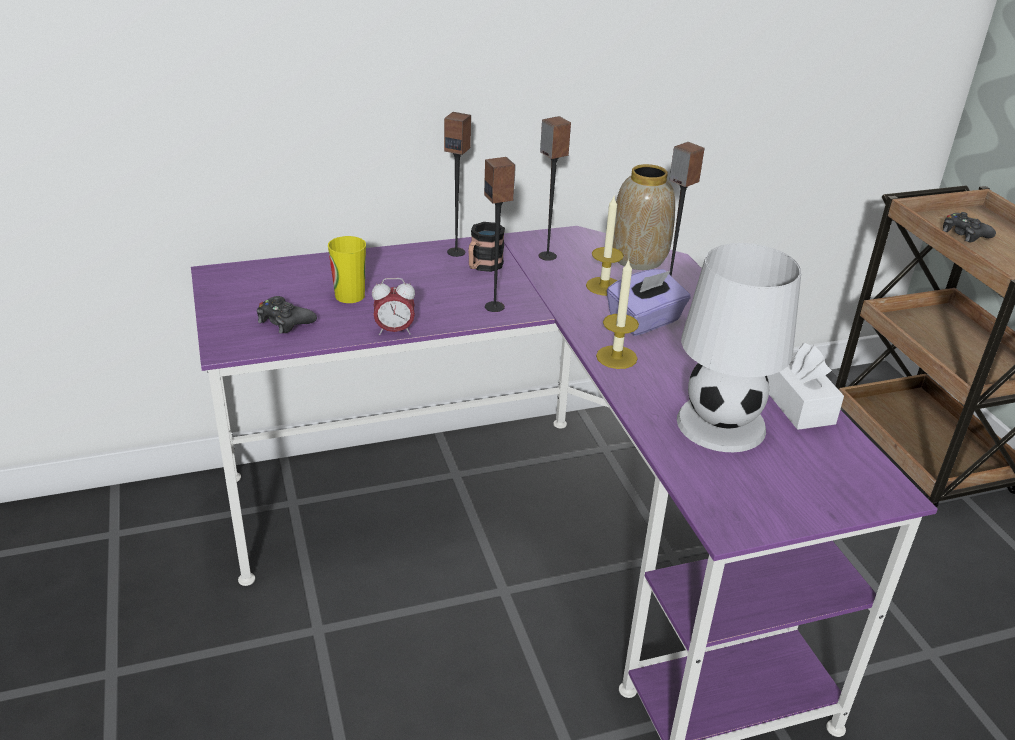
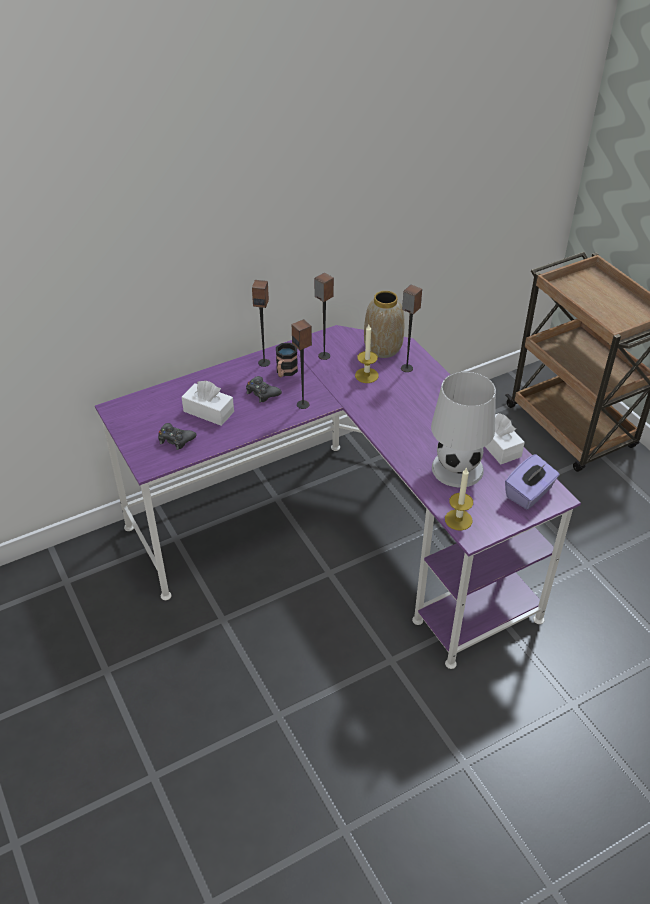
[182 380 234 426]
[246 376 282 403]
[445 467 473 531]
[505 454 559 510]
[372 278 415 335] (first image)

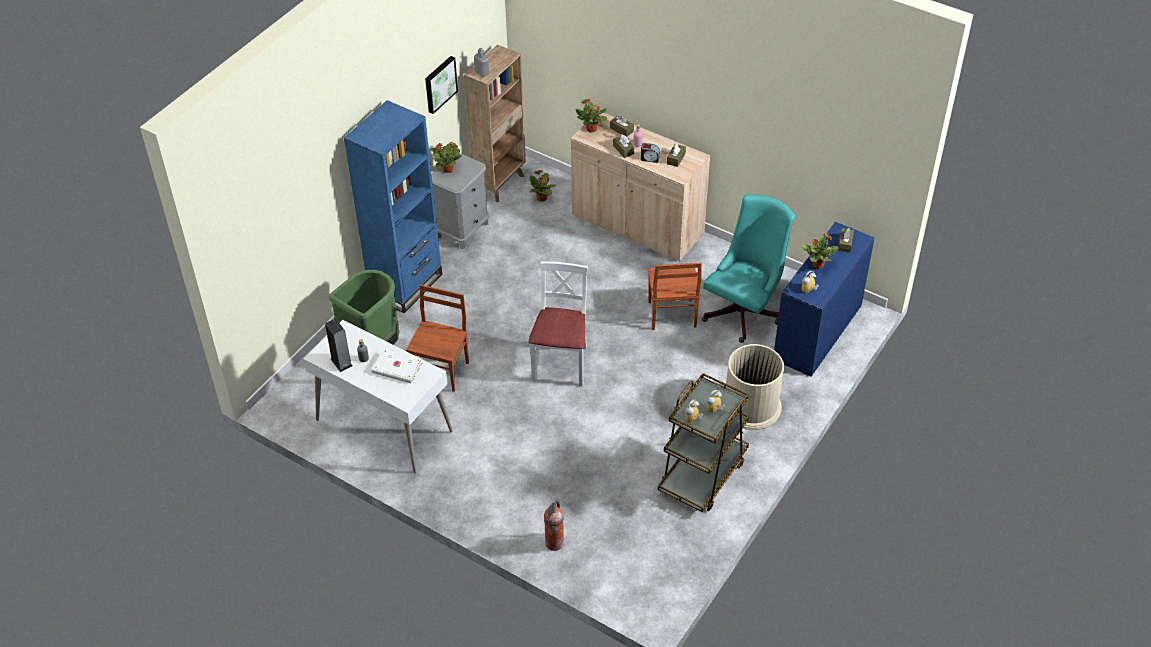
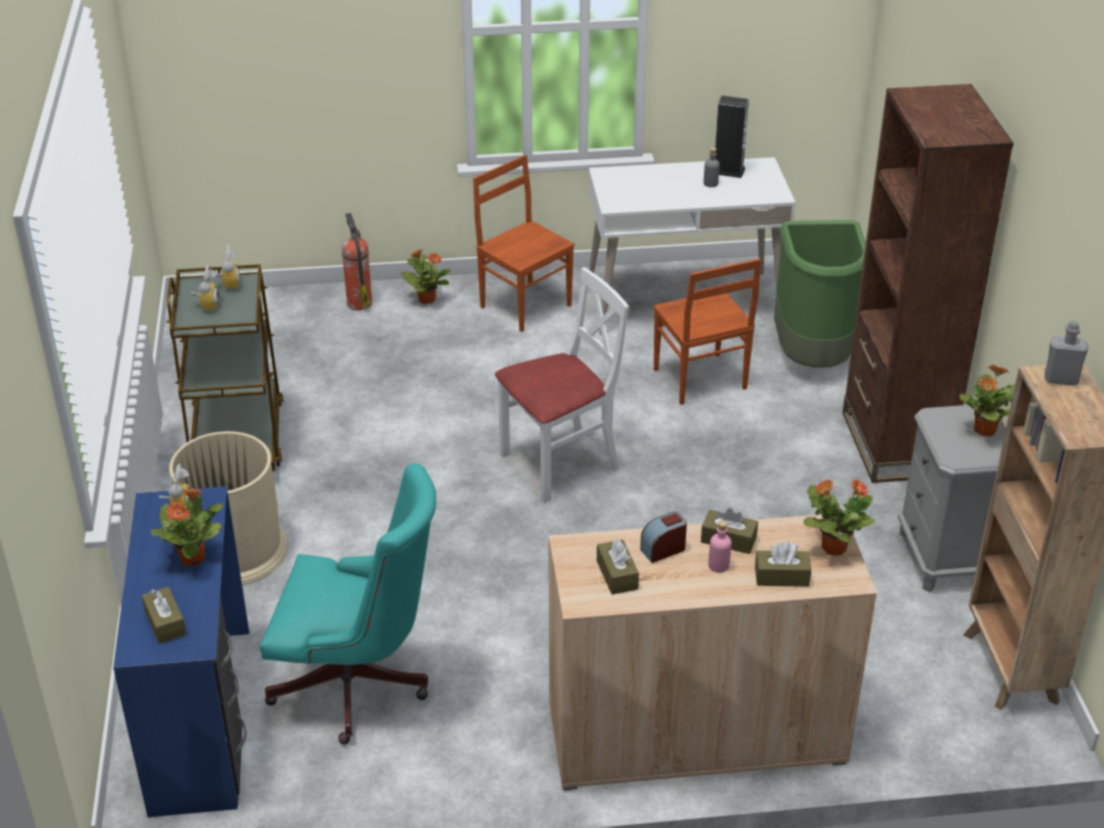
[260 463 436 744]
[401 249 451 304]
[473 155 575 332]
[495 267 629 503]
[842 84 1014 483]
[371 349 423 383] (first image)
[425 56 458 114] (first image)

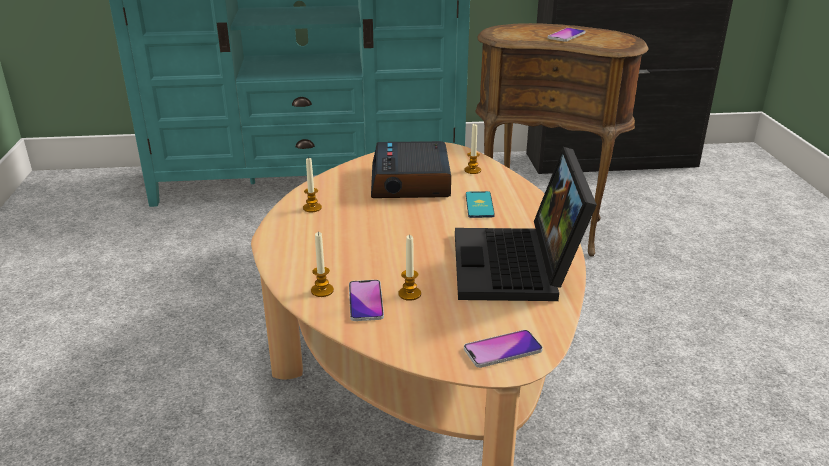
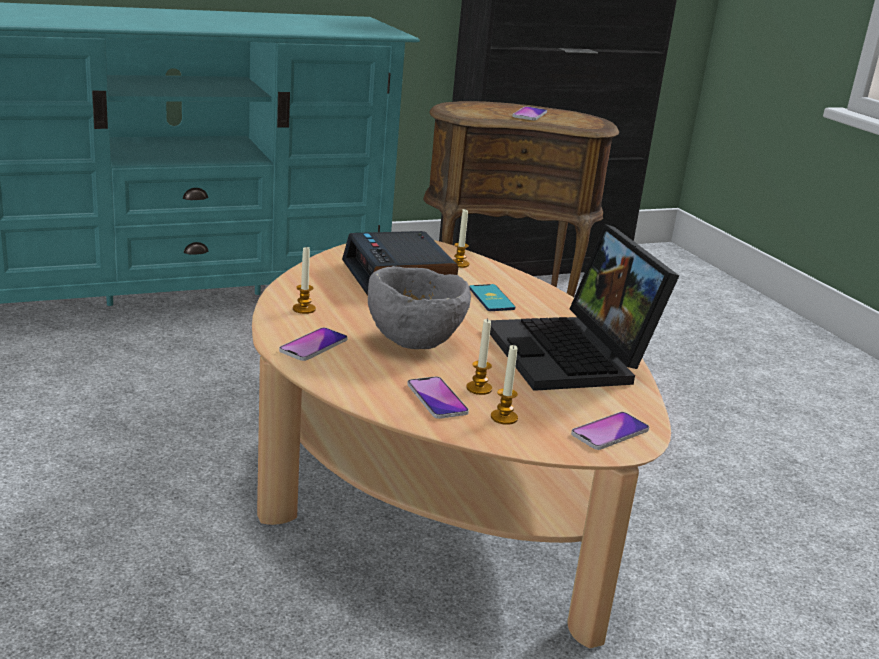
[279 327 348 361]
[368 266 471 349]
[491 345 518 425]

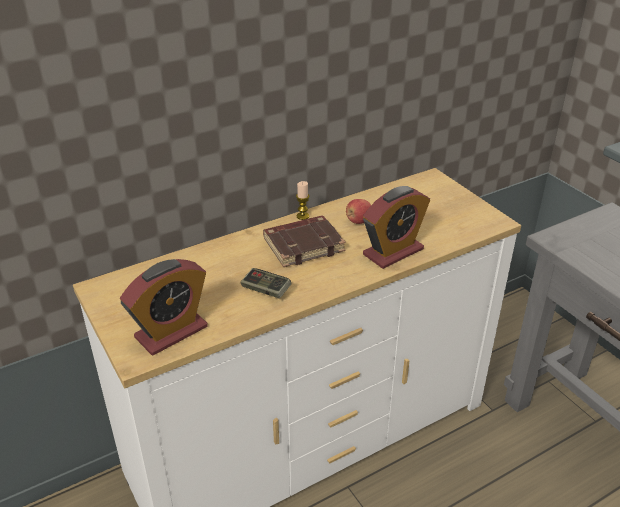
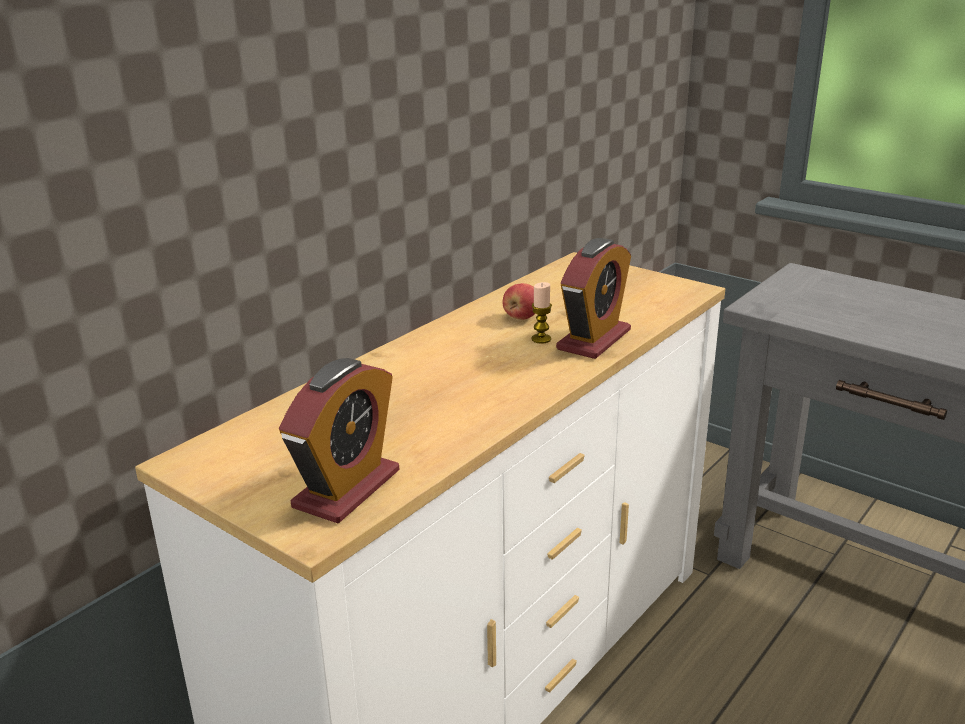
[531 282 552 344]
[241 268 292 298] (first image)
[263 215 346 267] (first image)

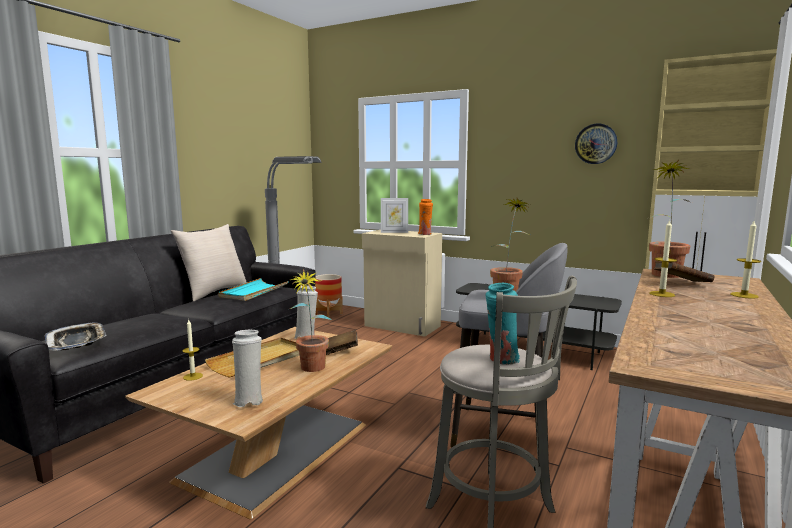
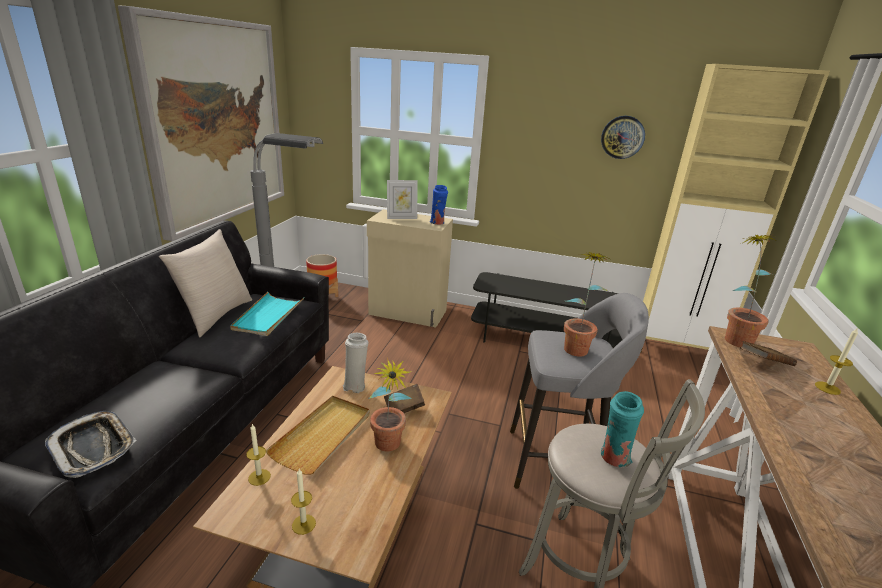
[118 5 284 241]
[291 469 316 535]
[430 185 448 225]
[232 330 263 407] (first image)

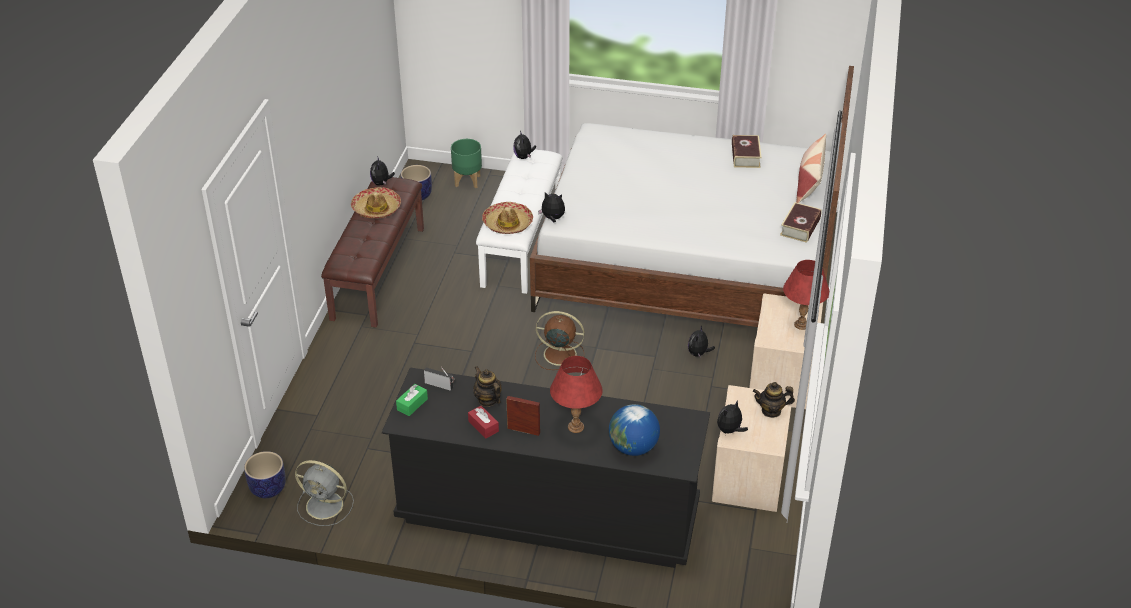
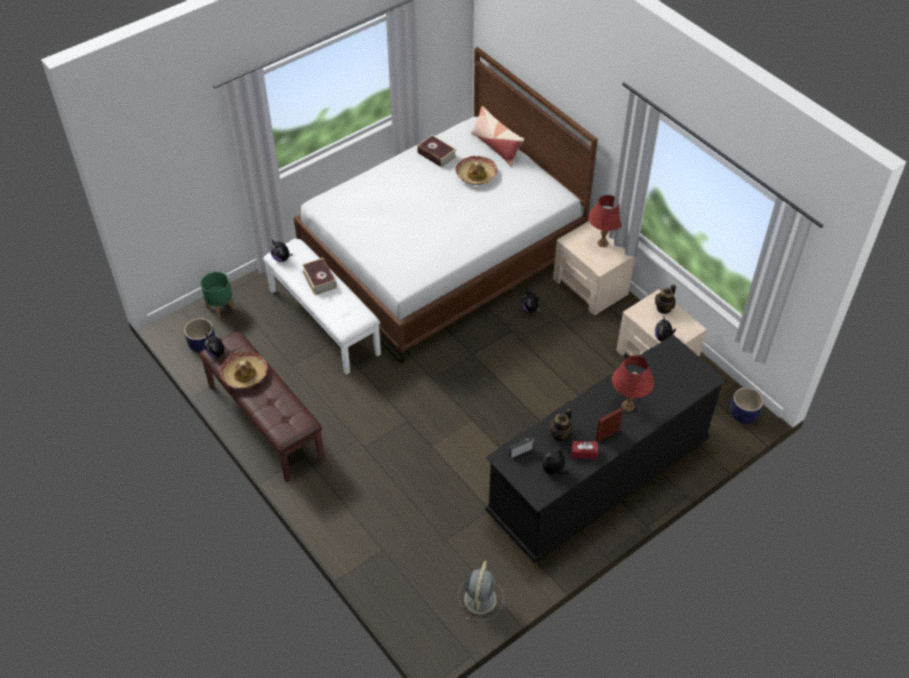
[301 258 337 295]
[455 156 497 185]
[458 561 504 621]
[543 448 569 476]
[549 408 573 442]
[730 387 764 424]
[396 384 428 416] (first image)
[535 311 585 370] (first image)
[609 404 660 456] (first image)

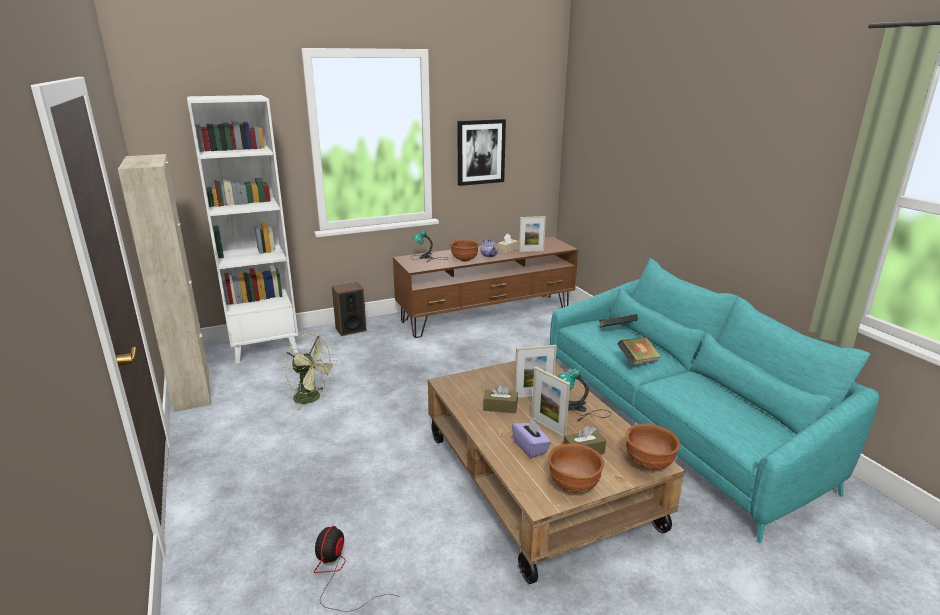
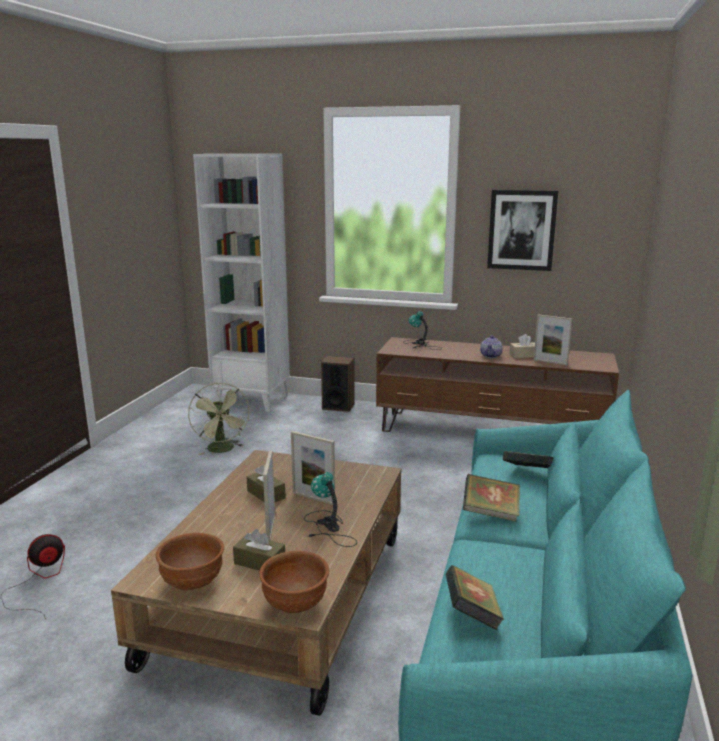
[445 565 504 630]
[118 154 211 412] (first image)
[450 240 479 262] (first image)
[512 418 551 458] (first image)

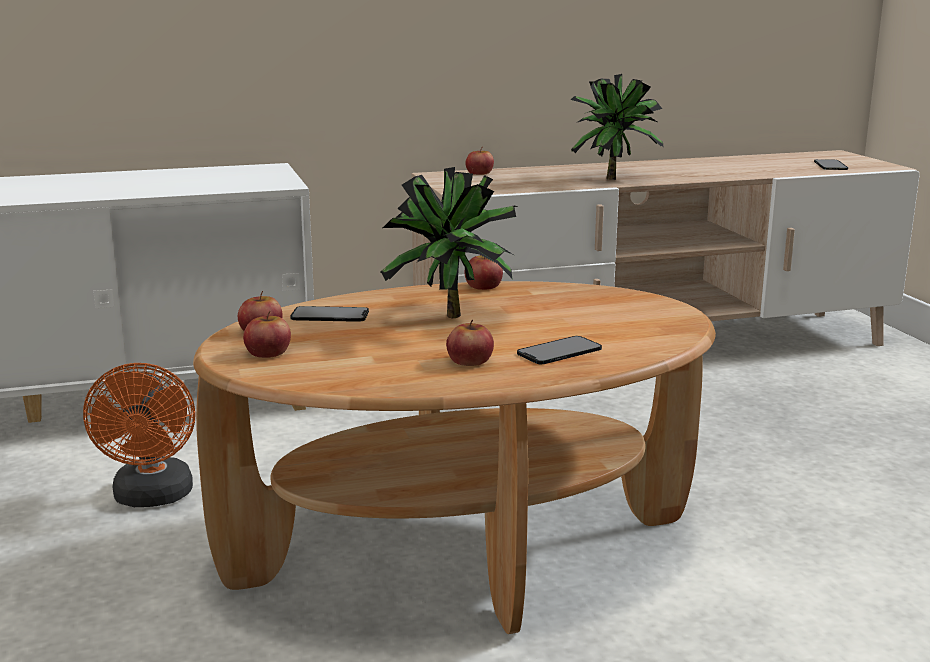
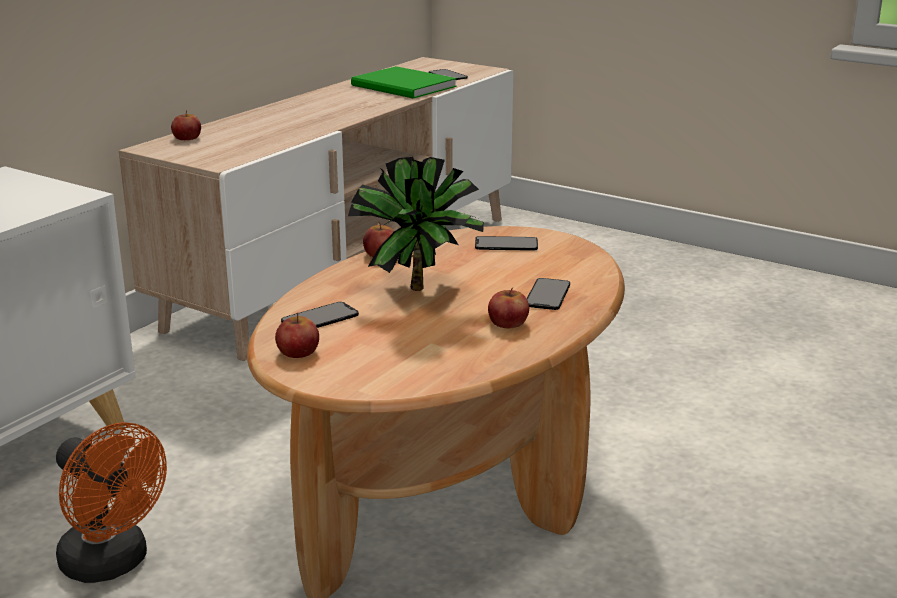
[351 66 457 99]
[475 236 538 251]
[243 311 291 358] (first image)
[570 74 664 180] (first image)

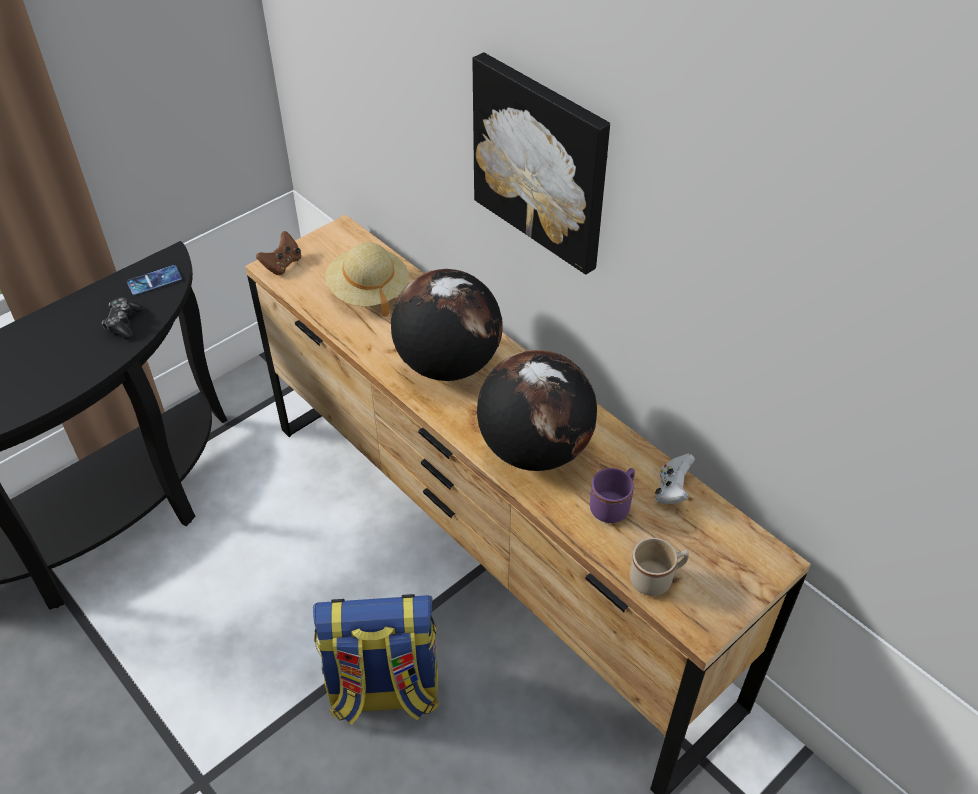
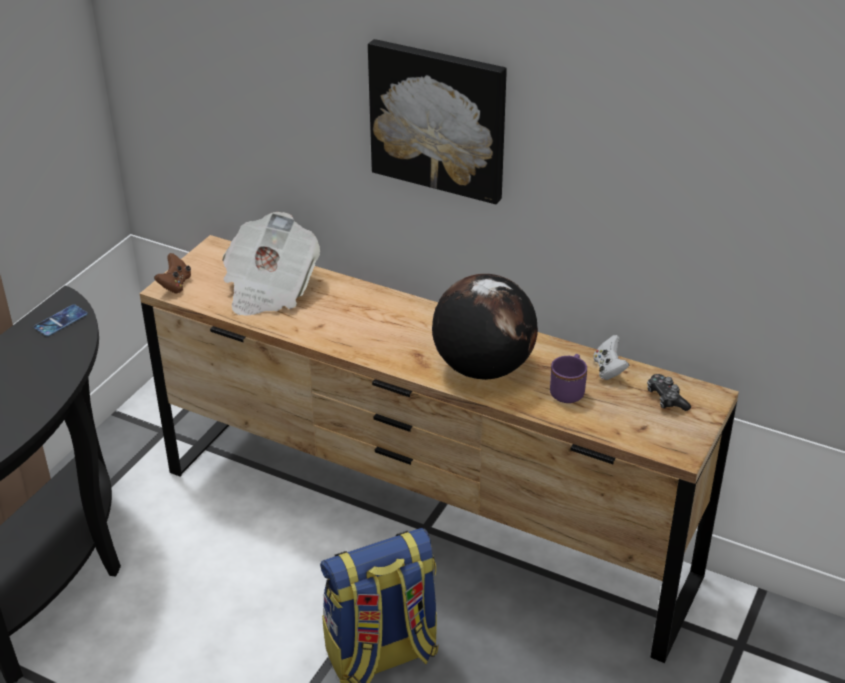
[222 212 320 316]
[647 374 691 411]
[391 269 503 381] (first image)
[630 538 689 596] (first image)

